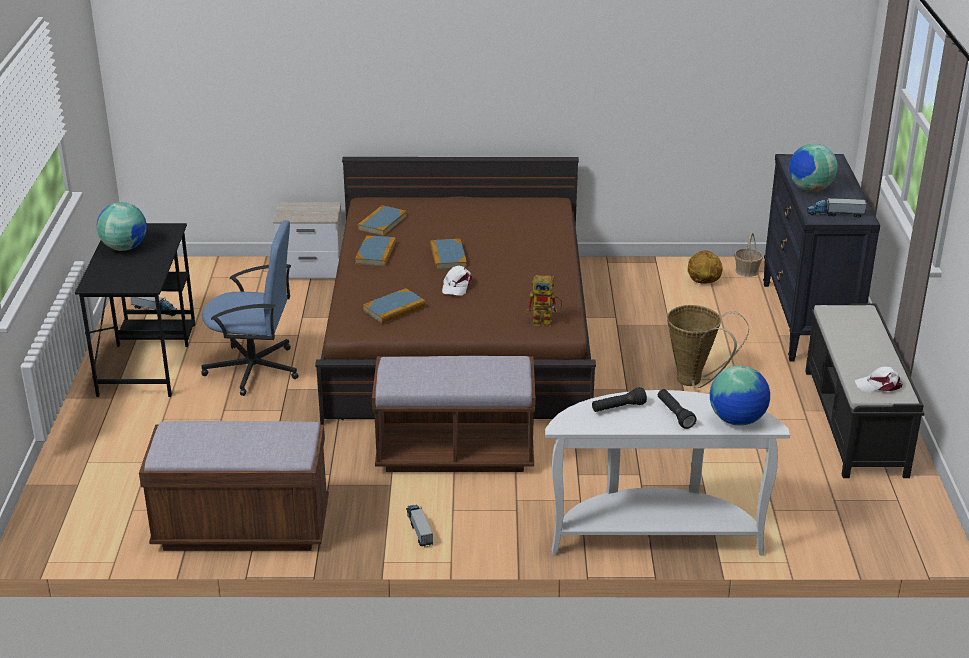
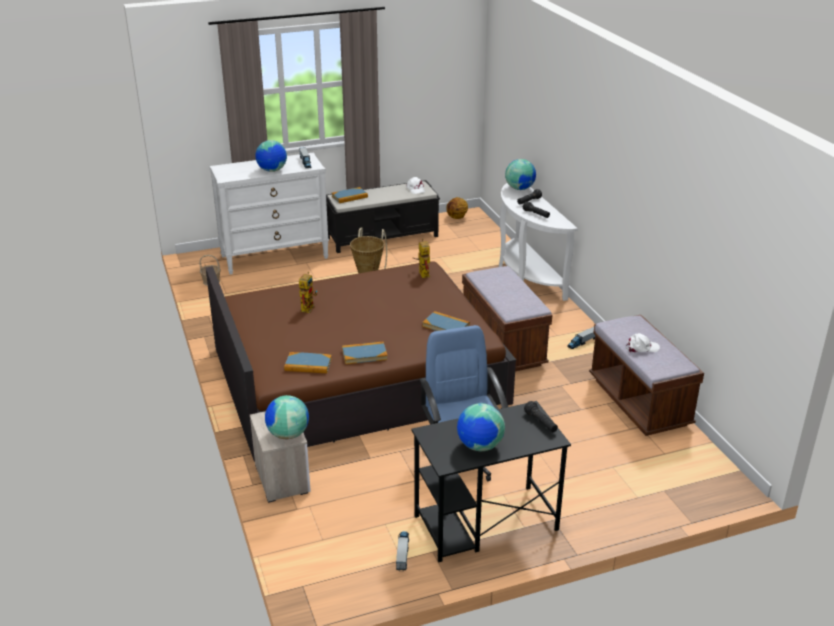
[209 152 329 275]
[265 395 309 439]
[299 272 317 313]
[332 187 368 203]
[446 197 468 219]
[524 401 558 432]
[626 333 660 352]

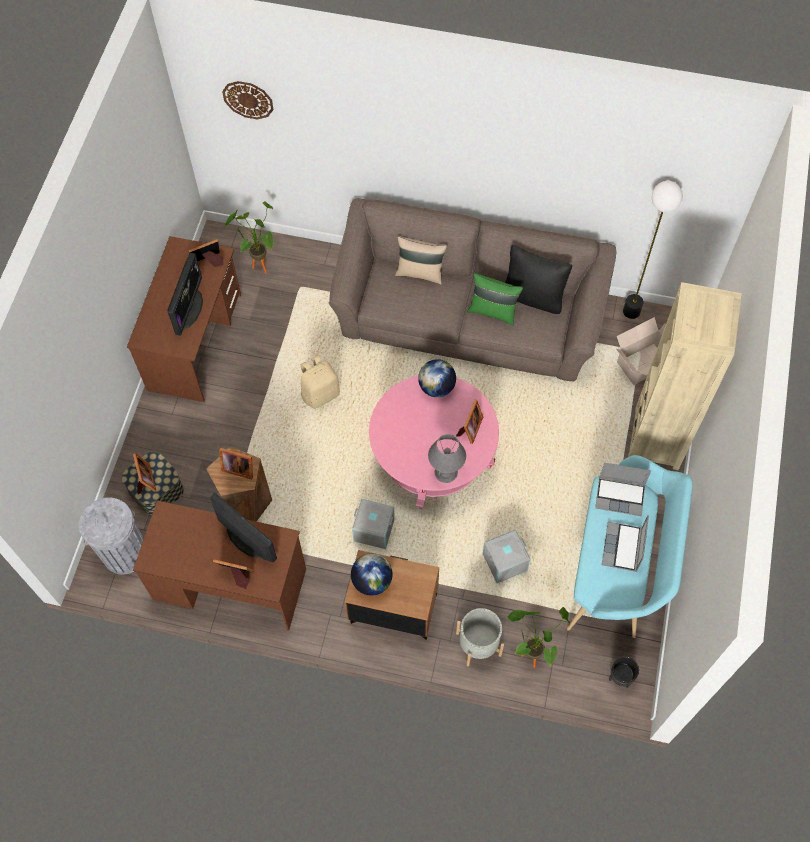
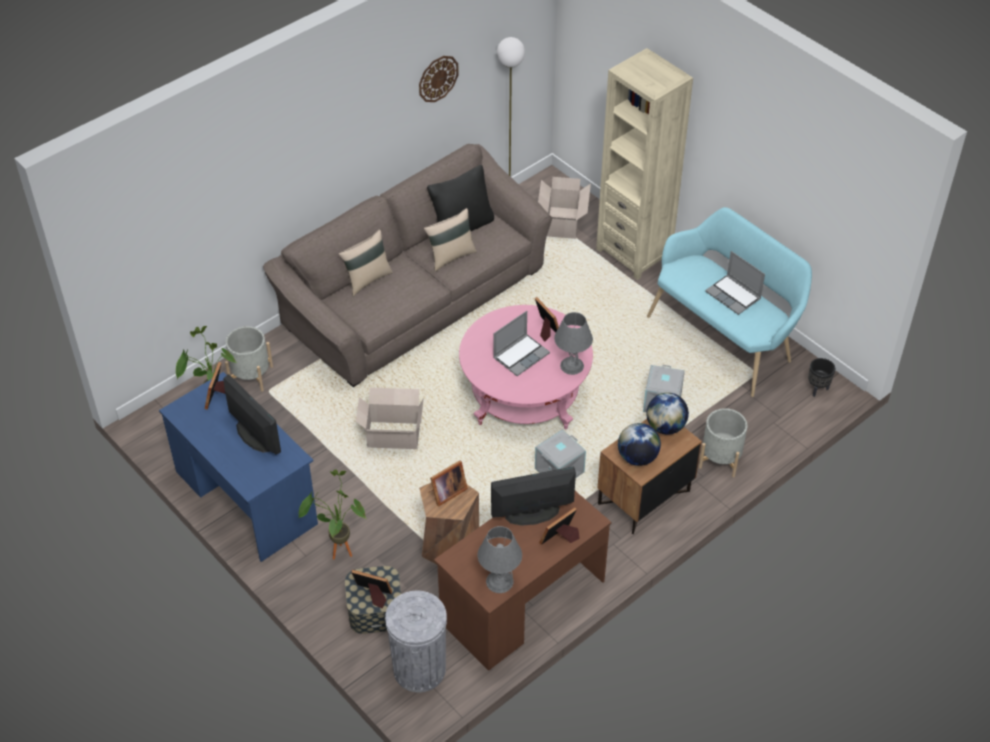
[159 372 318 562]
[225 326 273 392]
[299 469 366 559]
[356 387 424 449]
[419 56 459 102]
[424 208 477 272]
[478 526 522 593]
[493 311 550 376]
[646 393 689 435]

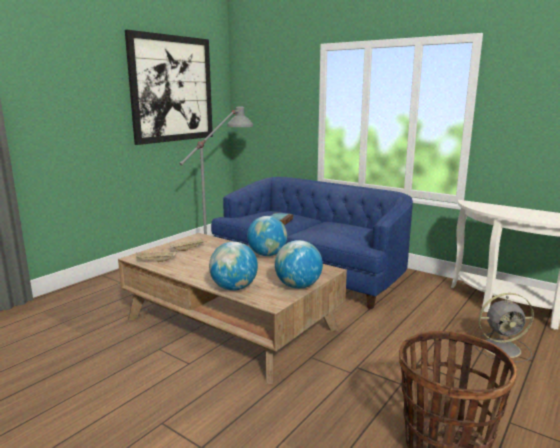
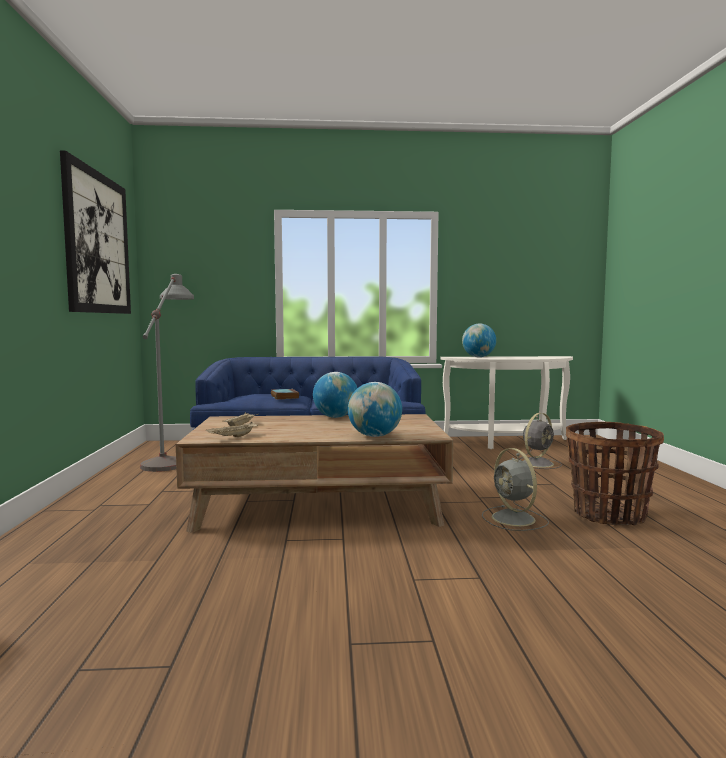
[462 323 496 357]
[482 448 549 531]

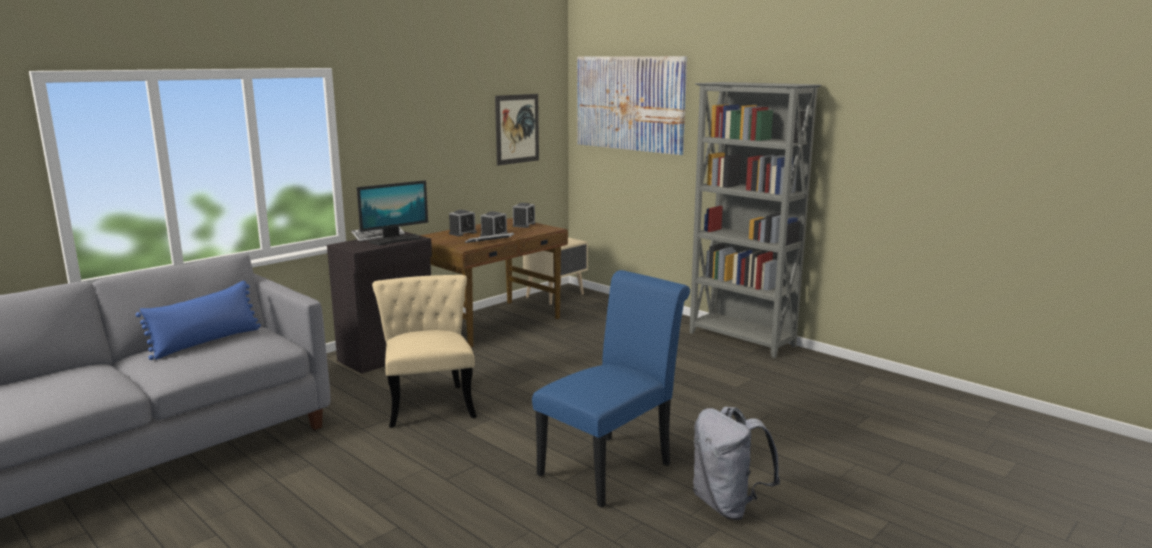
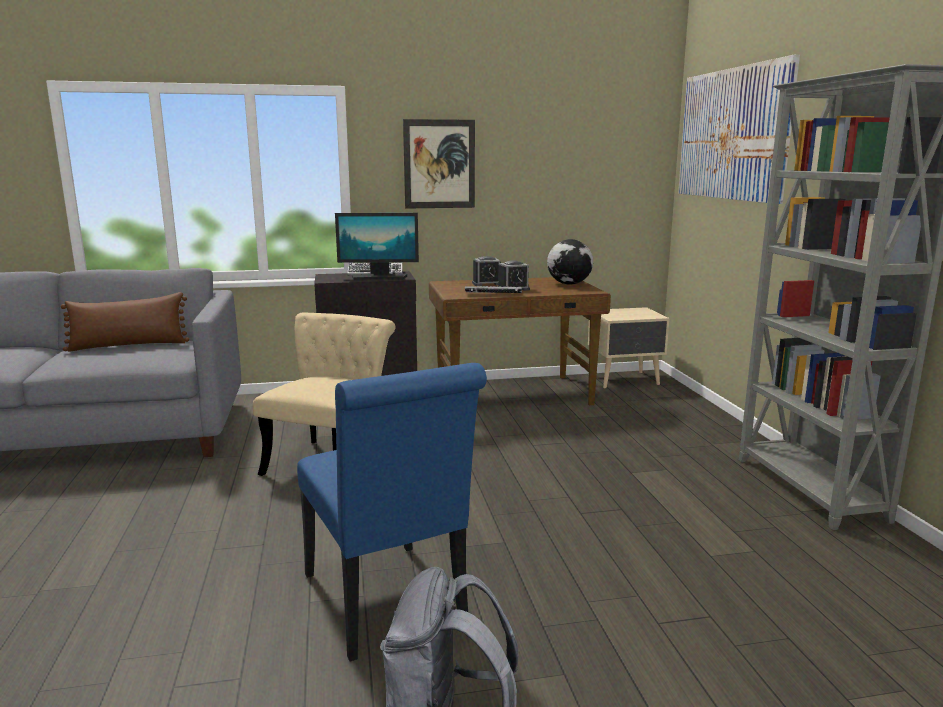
[61 292 189 352]
[297 363 487 662]
[403 119 475 209]
[547 239 593 285]

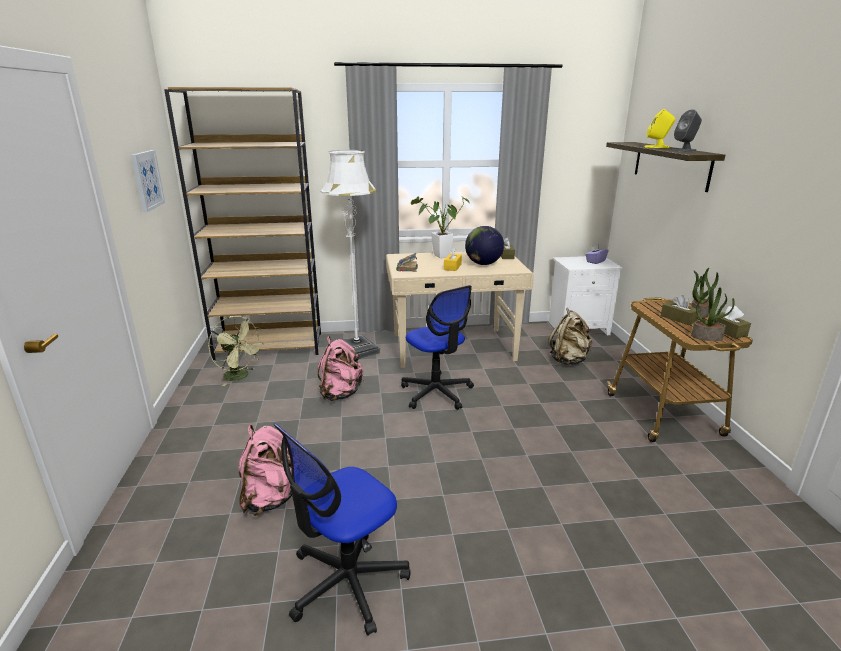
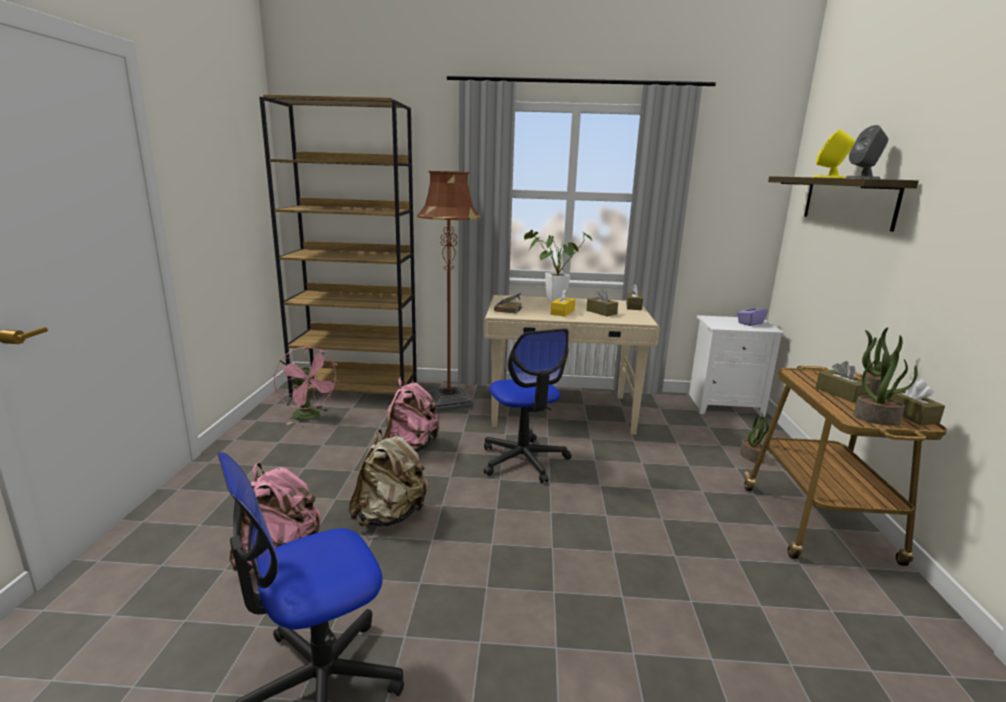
[274 347 340 425]
[349 429 429 526]
[417 171 481 414]
[586 289 618 316]
[740 414 769 463]
[131 150 165 213] (first image)

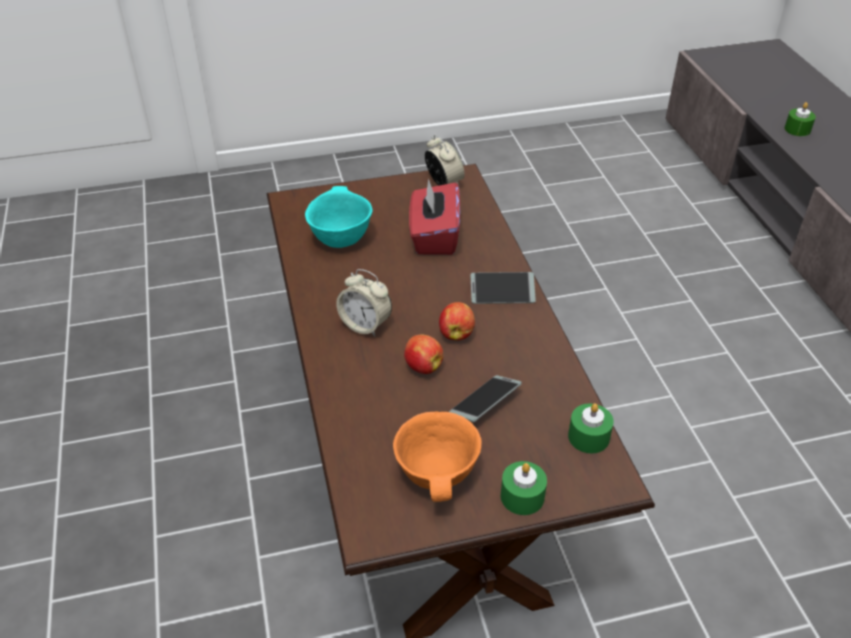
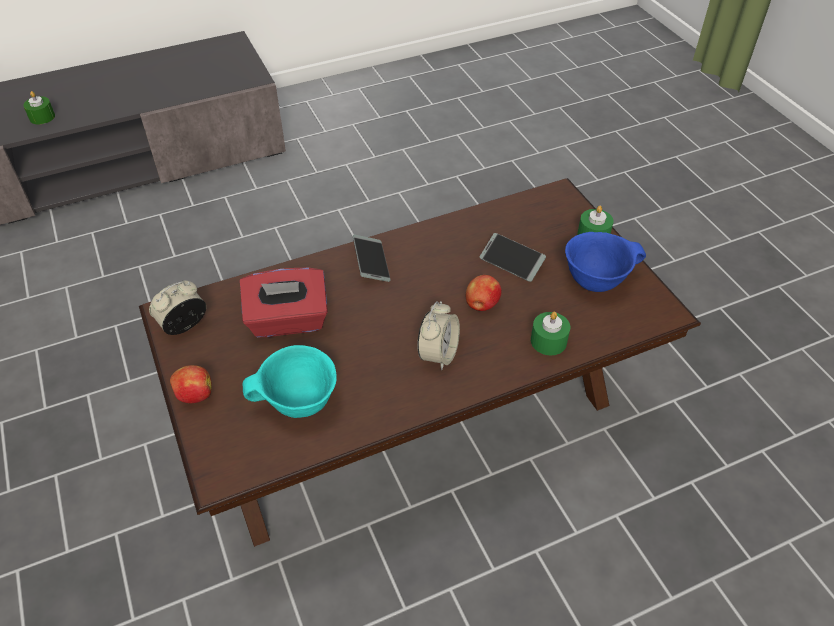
[170 365 212 403]
[531 312 570 355]
[565 232 646 292]

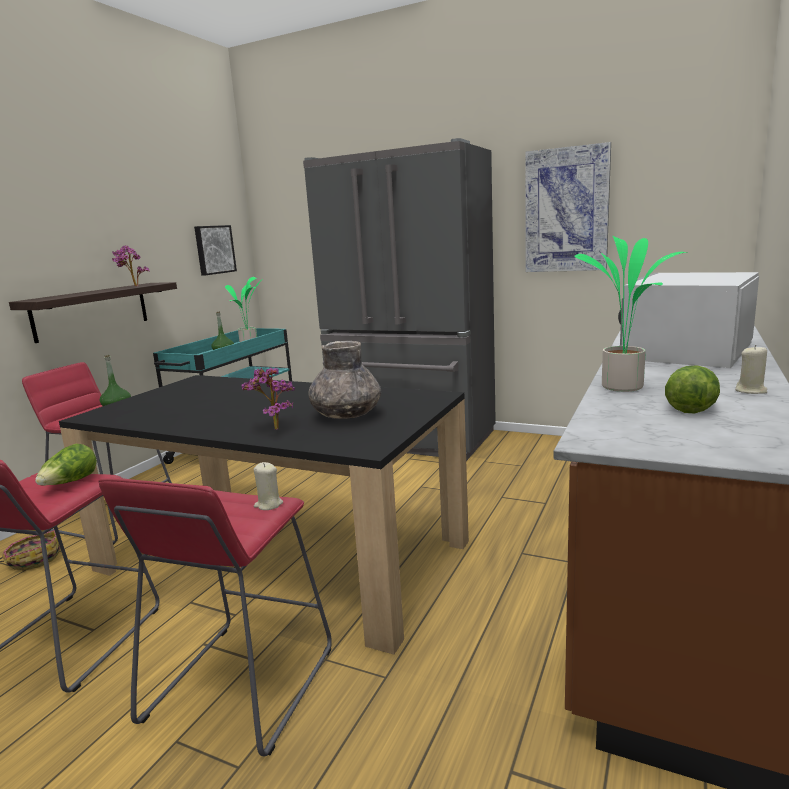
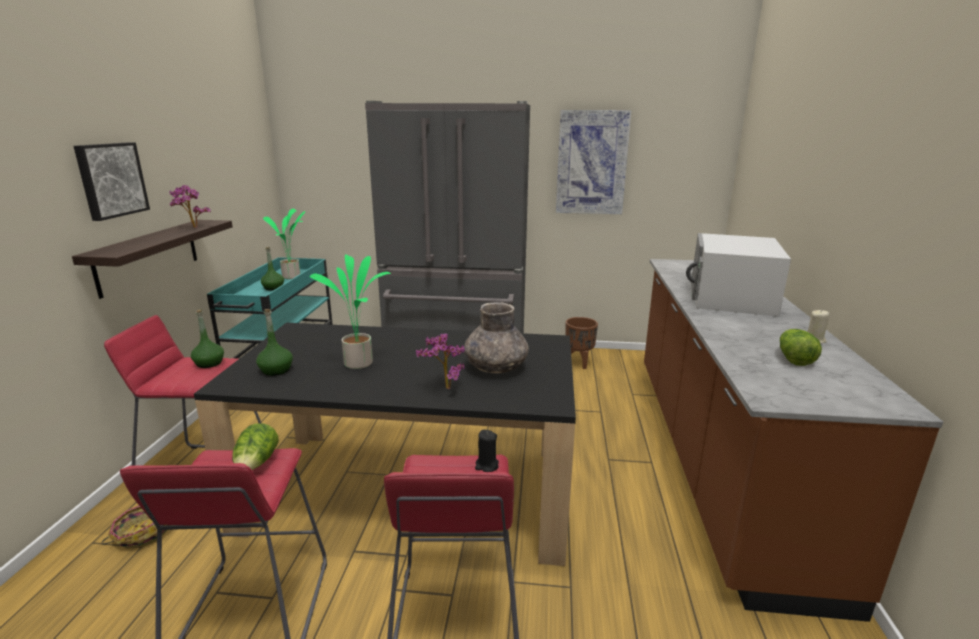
[74 142 150 221]
[256 309 293 376]
[310 254 391 369]
[475 430 499 472]
[565 317 598 369]

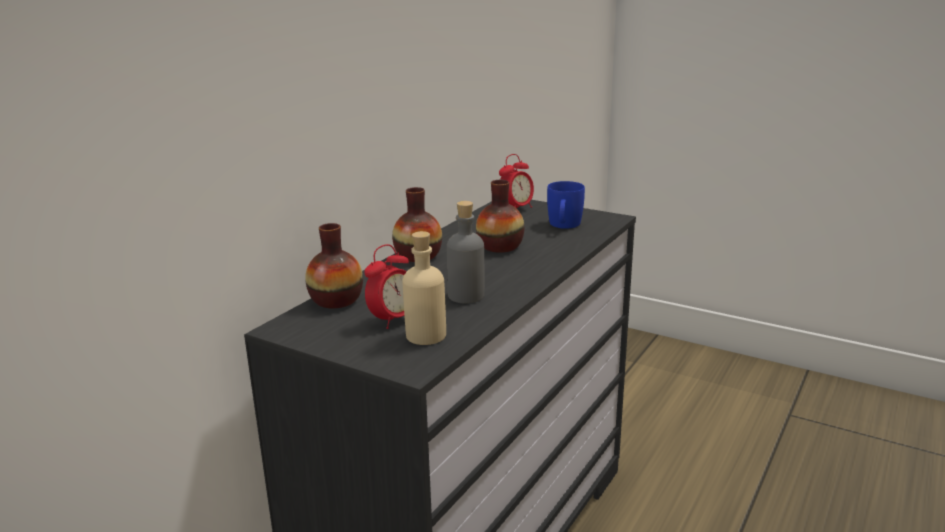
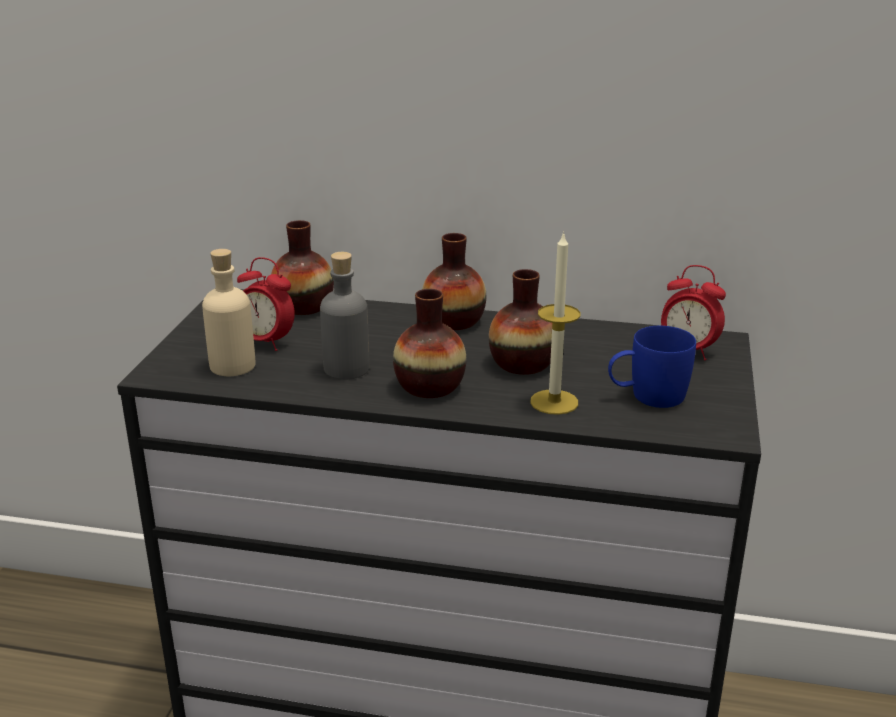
[393 289 466 398]
[530 231 580 415]

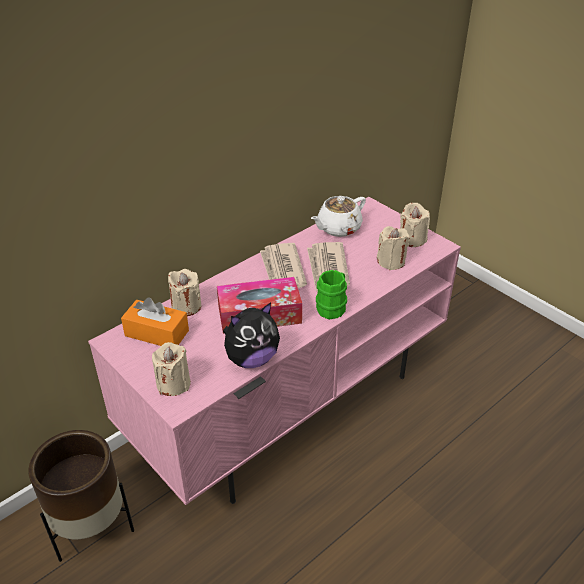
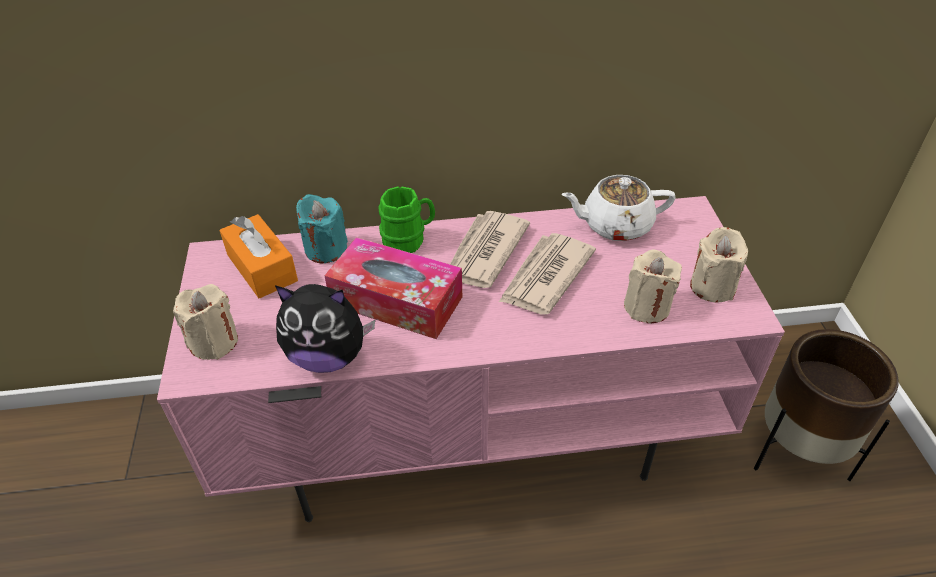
[296 194 348 263]
[378 186 435 253]
[754 329 899 481]

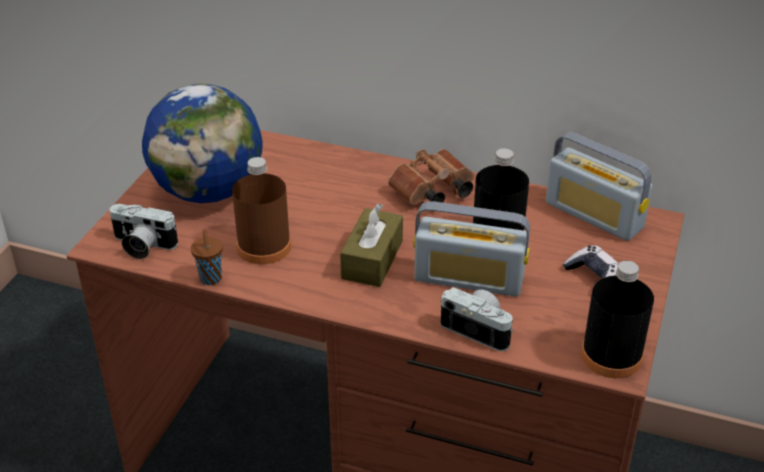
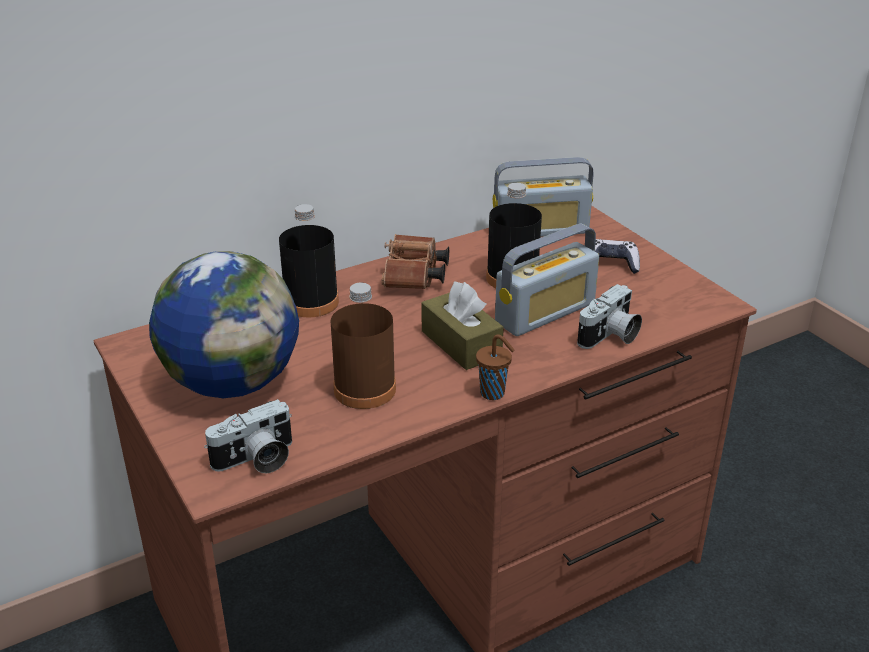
[279 204 339 317]
[476 334 514 400]
[577 284 642 349]

